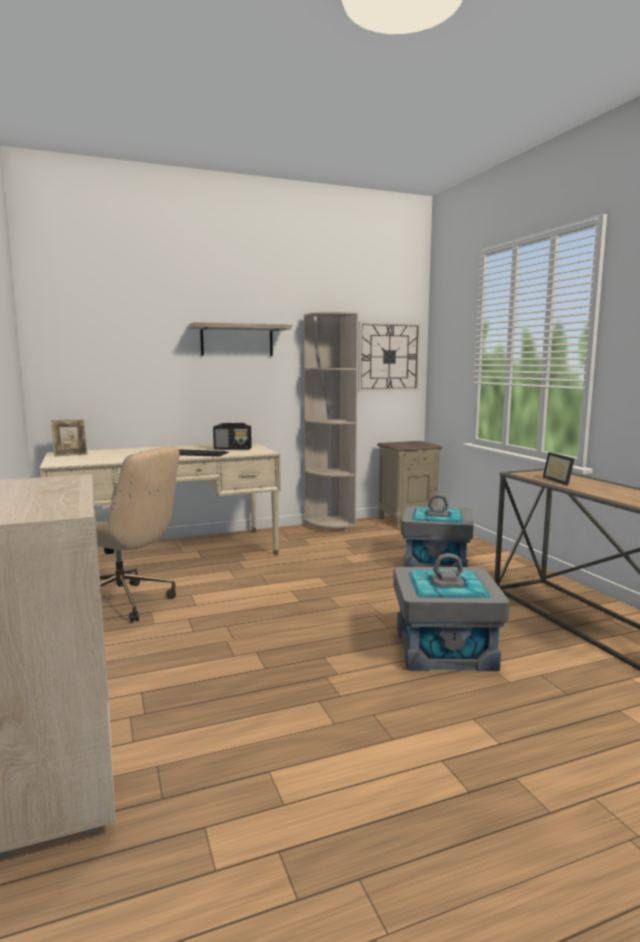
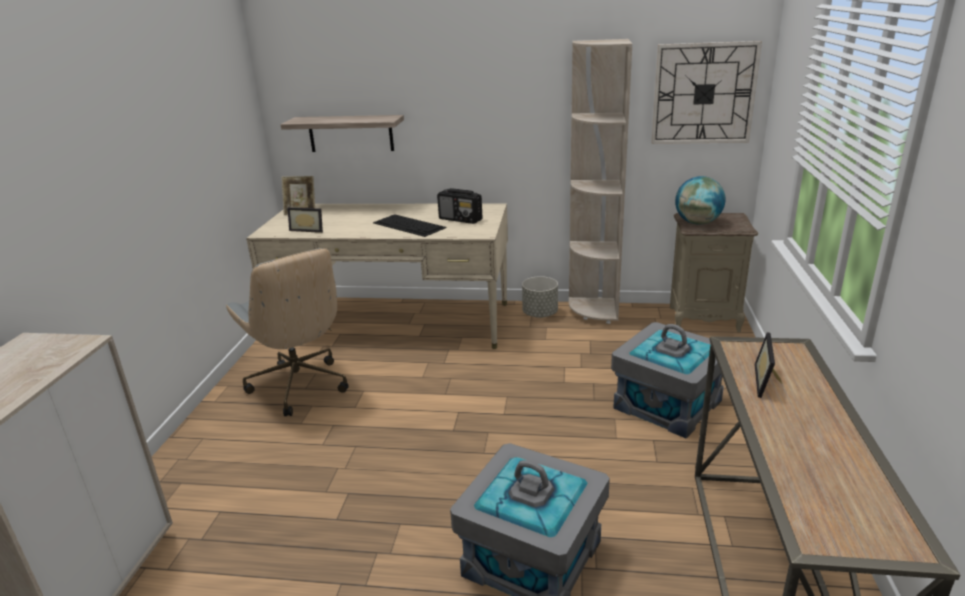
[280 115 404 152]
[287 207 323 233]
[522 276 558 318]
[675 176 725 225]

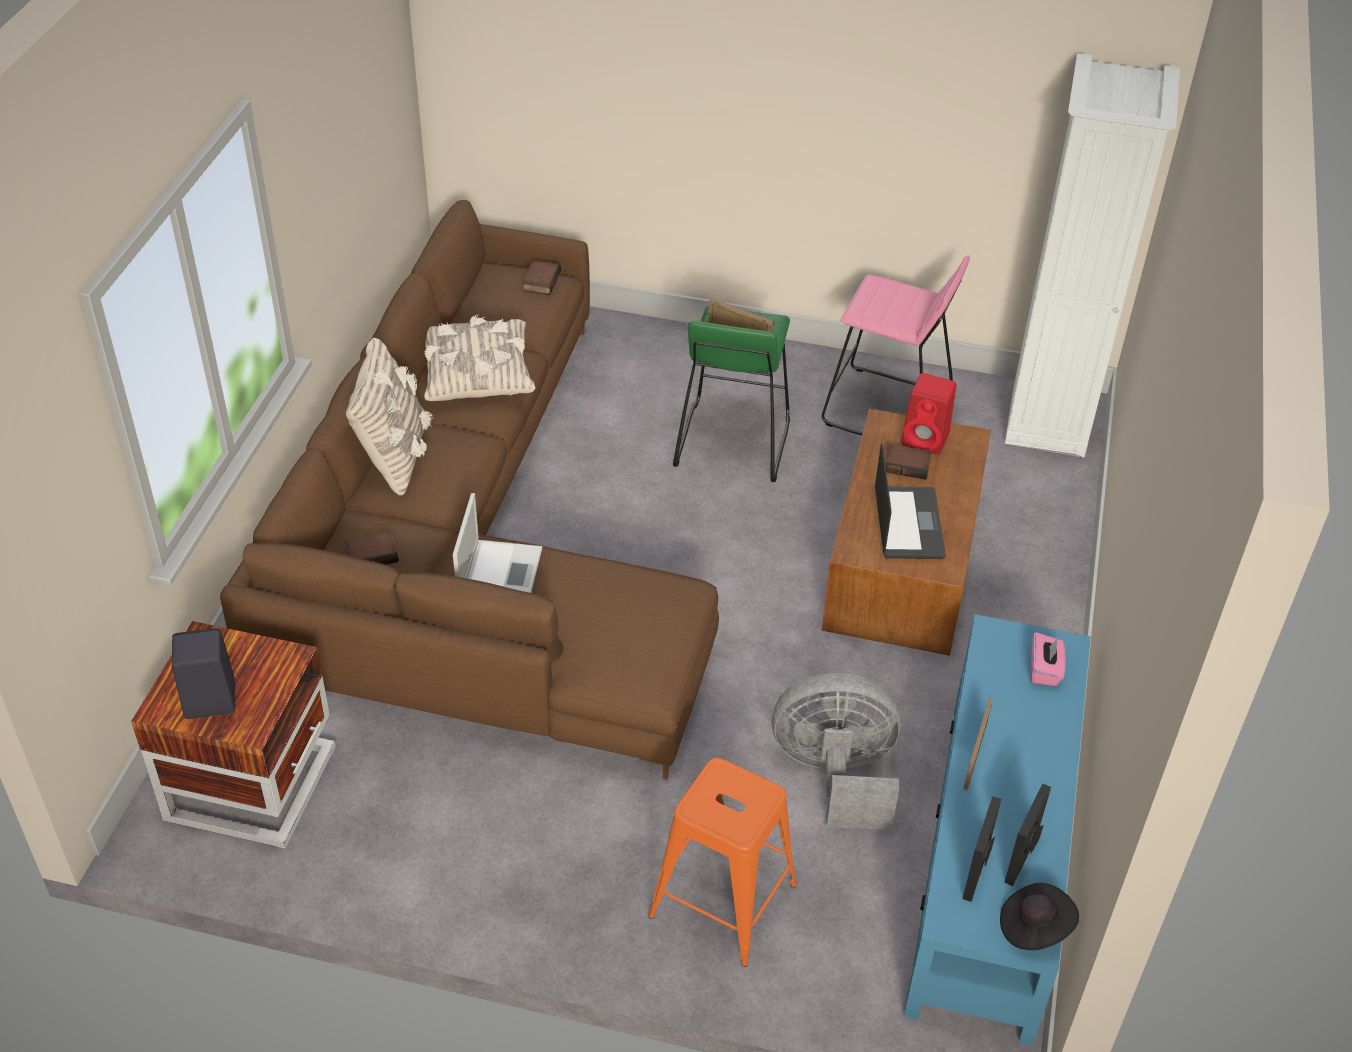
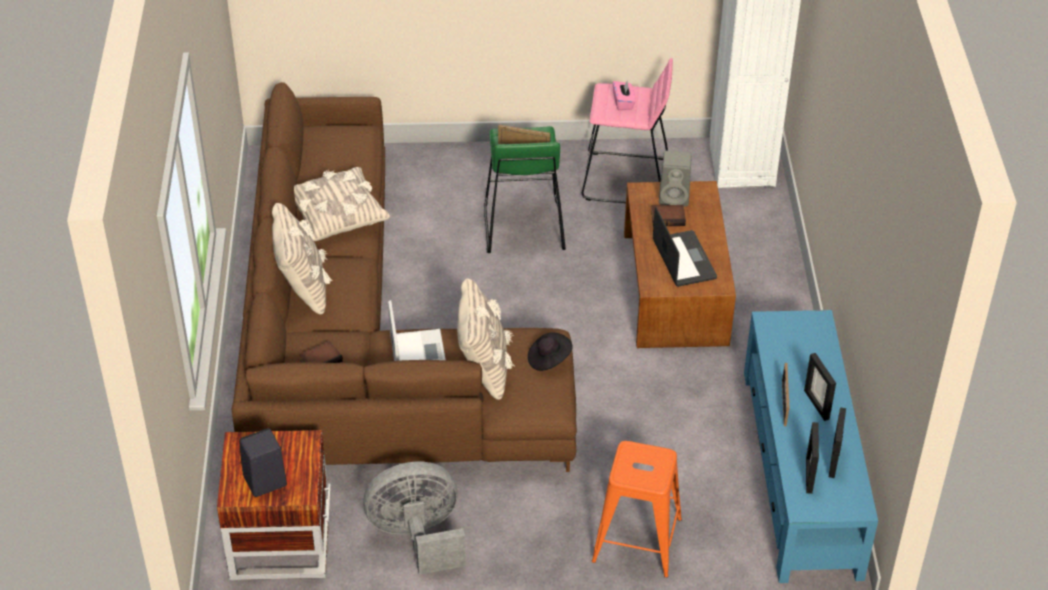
[363 462 466 575]
[457 278 515 400]
[528 332 573 371]
[613 81 636 110]
[659 151 692 207]
[804 353 836 421]
[522 260 561 295] (first image)

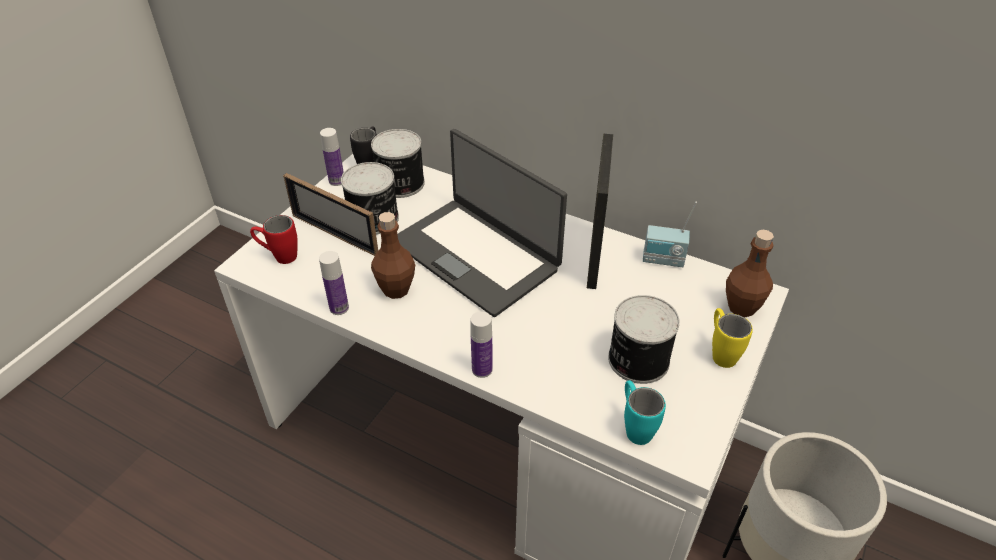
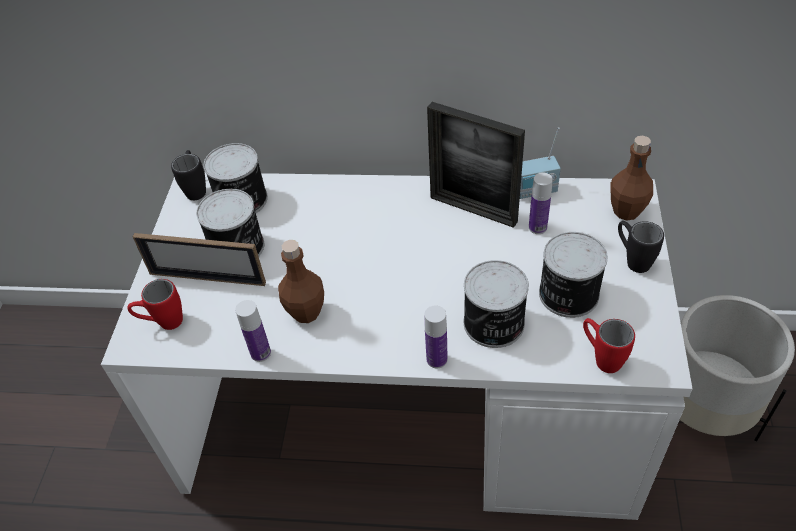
[427 102 525 228]
[464 260 529 348]
[529 173 553 234]
[583 318 635 373]
[618 221 664 273]
[397 129 567 317] (first image)

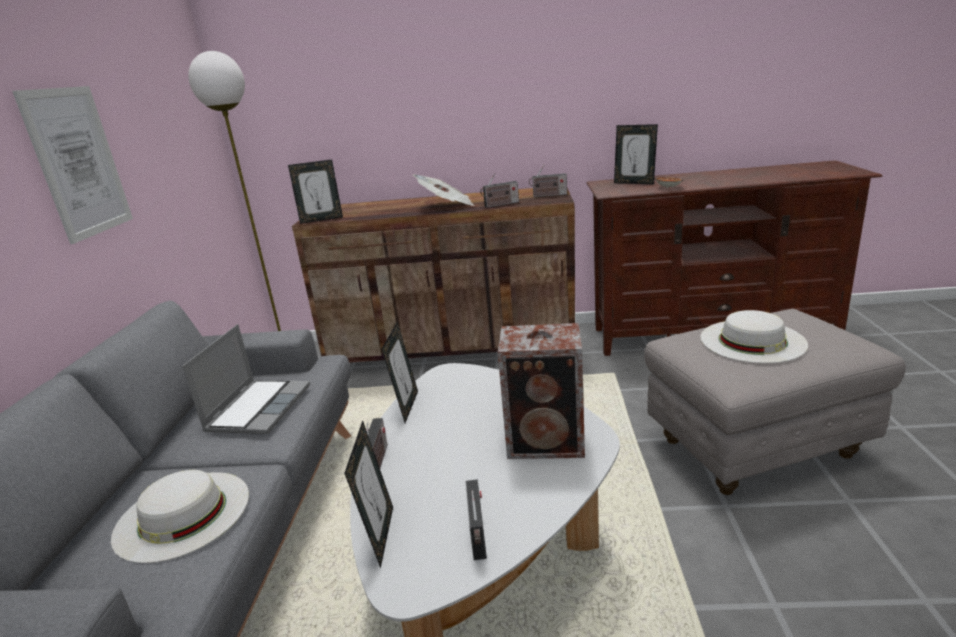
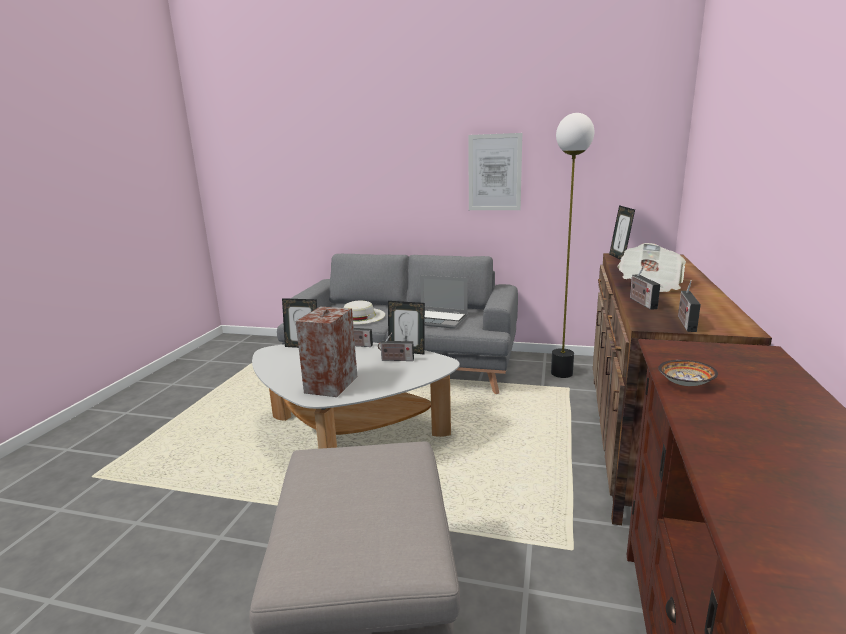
[378 332 414 361]
[614 124 658 185] (first image)
[700 310 808 363] (first image)

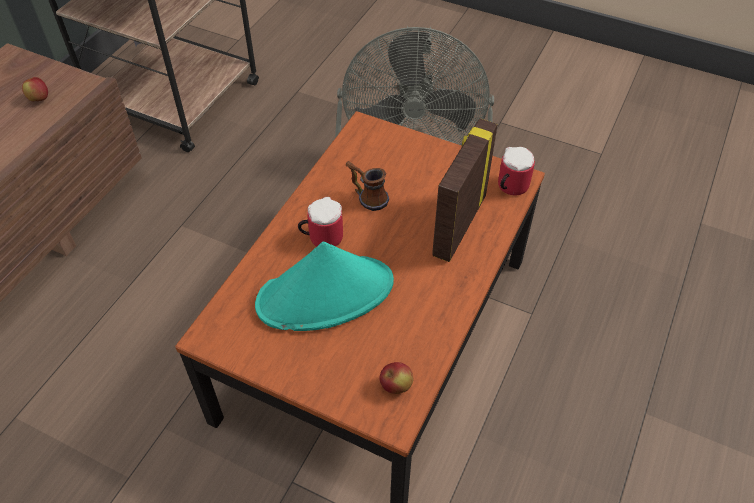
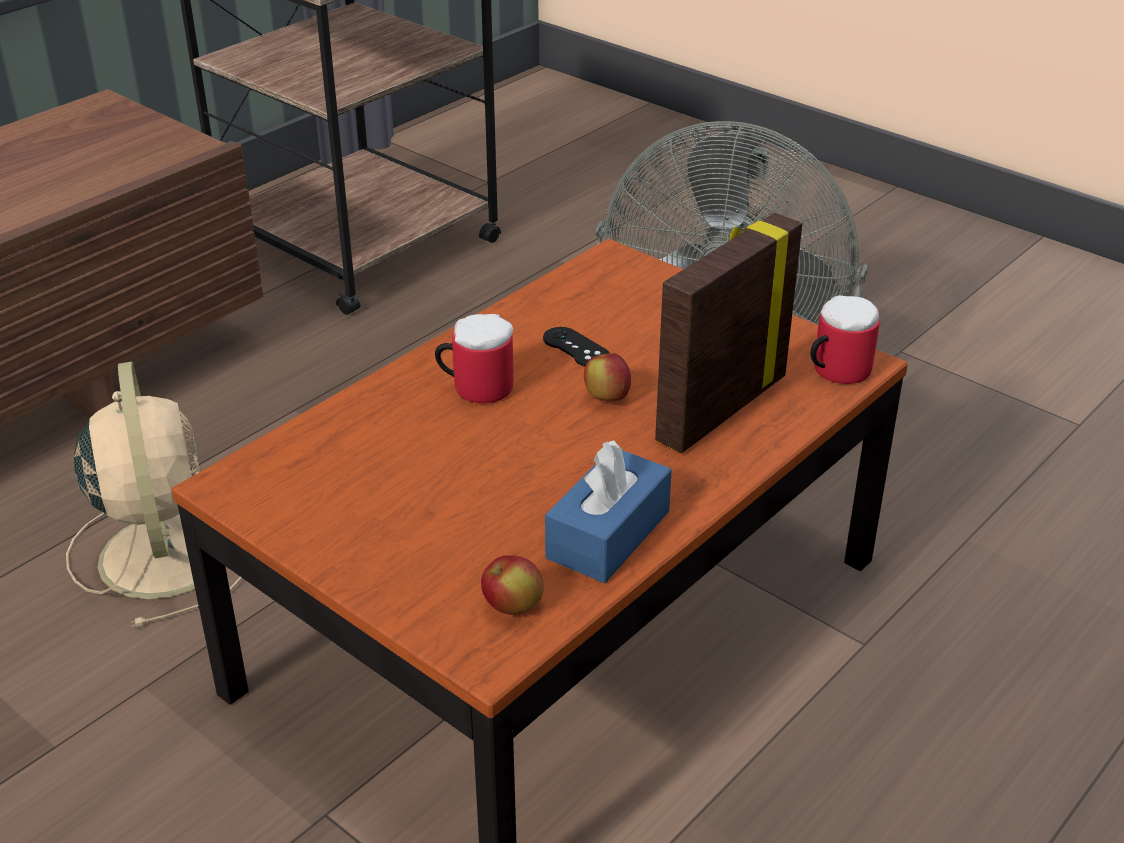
[66 362 243 628]
[543 327 610 367]
[545 440 672 583]
[584 353 631 401]
[255 242 394 331] (first image)

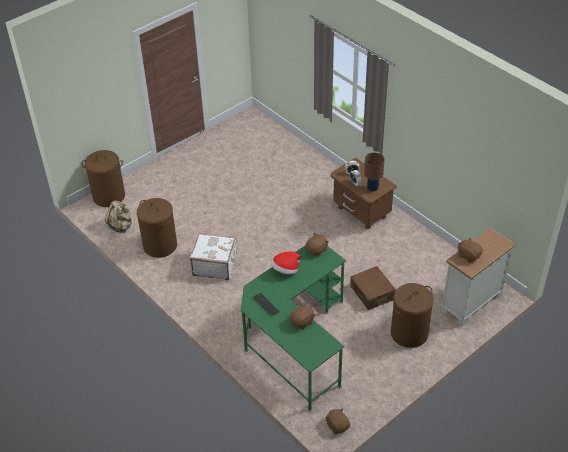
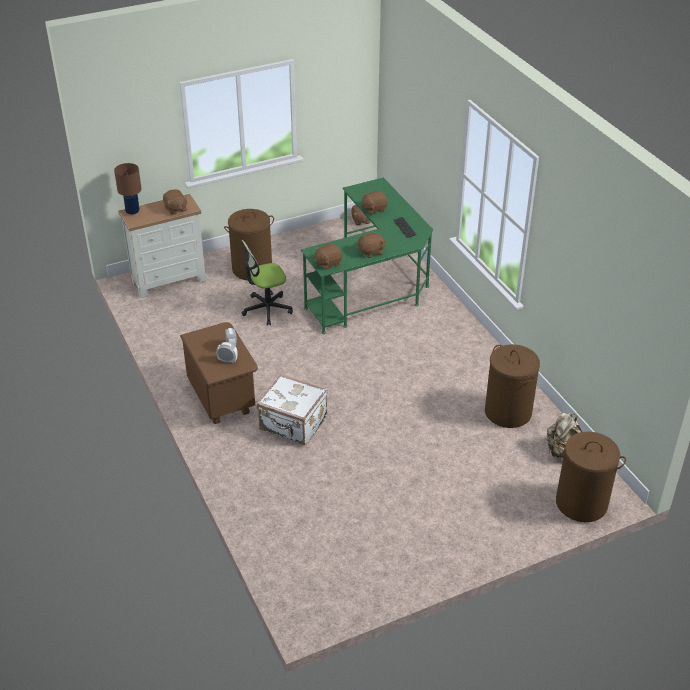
[114 163 142 214]
[242 240 293 325]
[257 374 327 445]
[358 231 386 258]

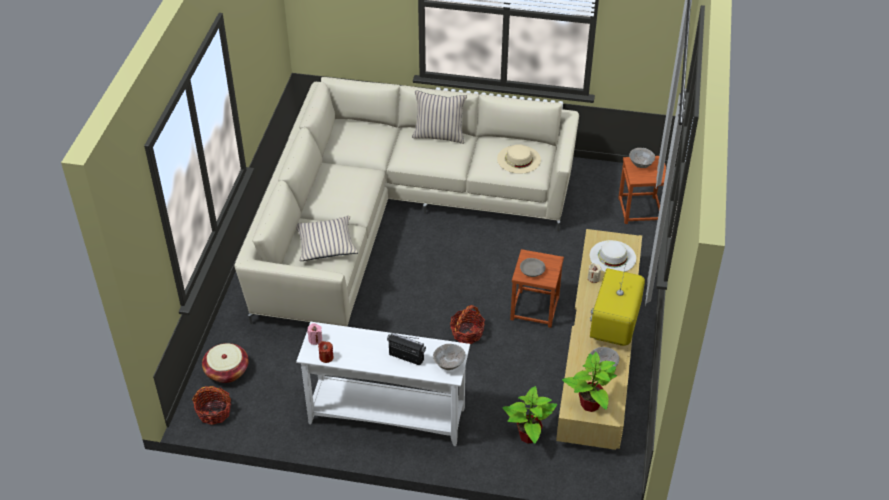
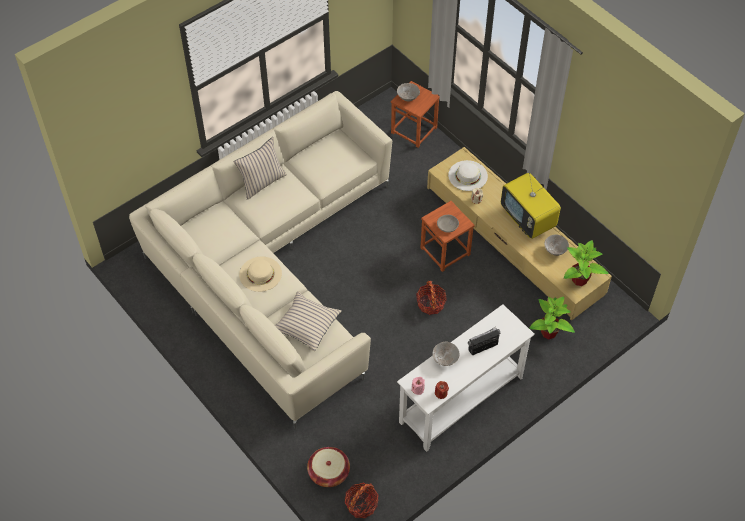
[239 256 282 292]
[433 342 460 366]

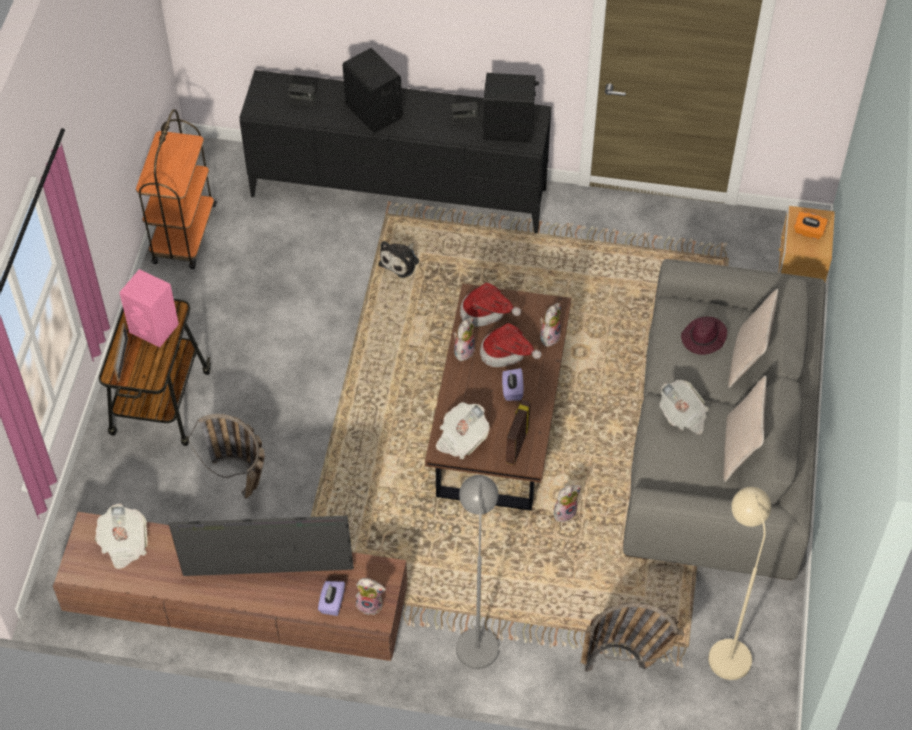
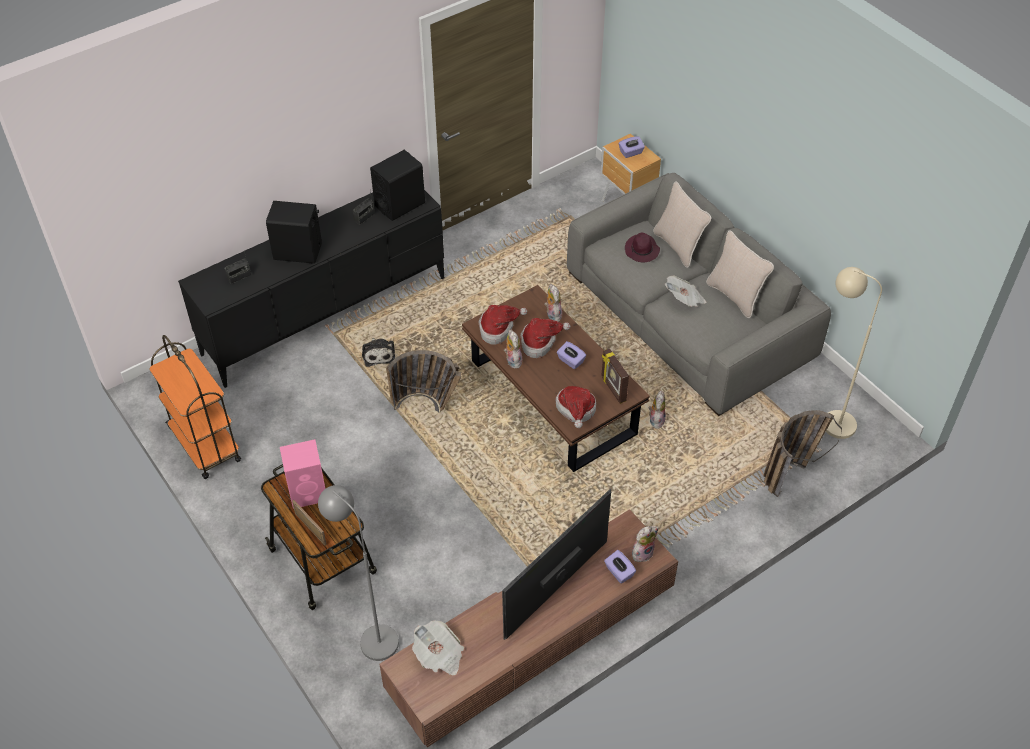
[318 485 399 661]
[386 350 461 412]
[556 386 596 428]
[619 136 645 158]

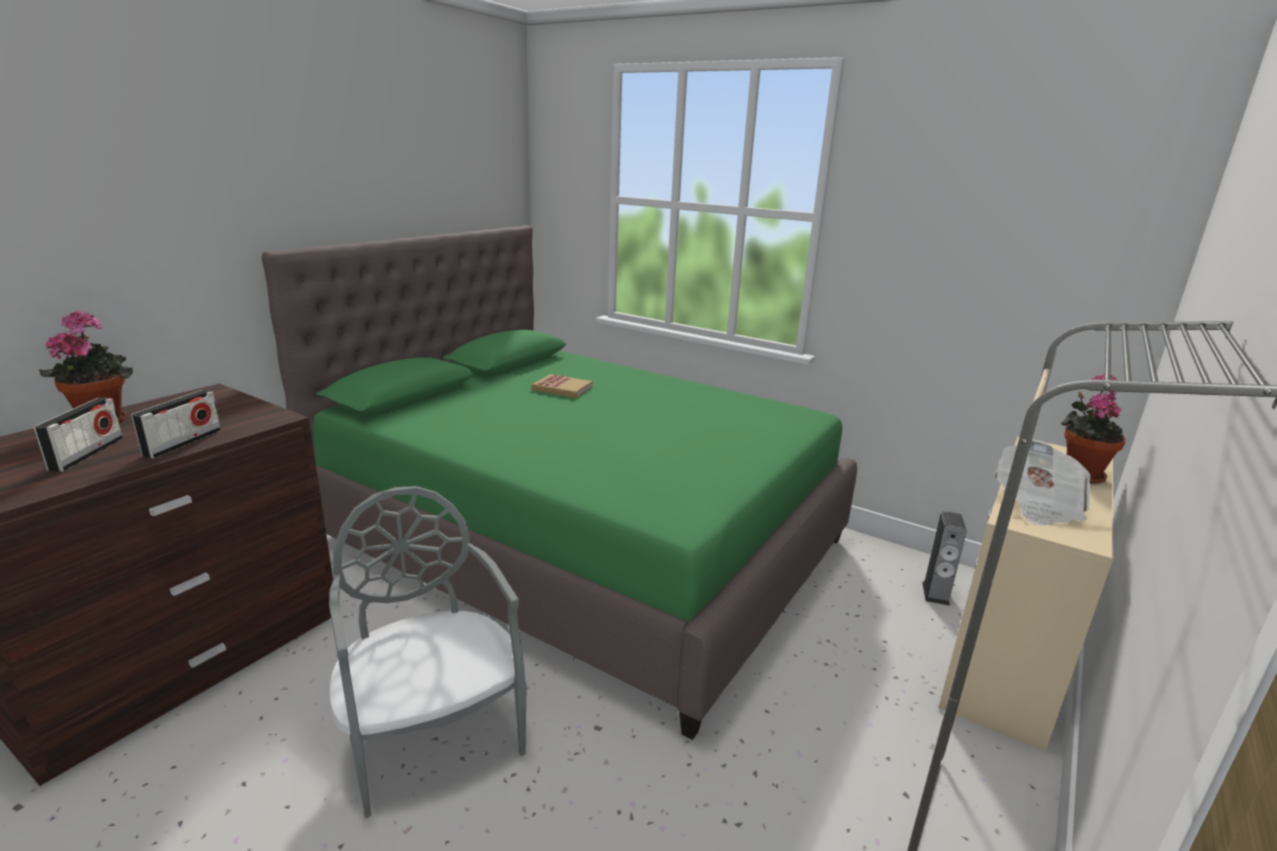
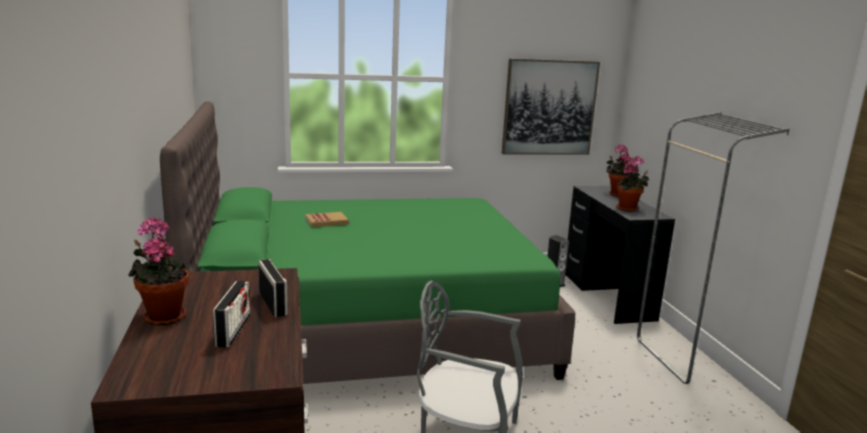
[213 281 250 348]
[502 59 600 155]
[565 186 675 324]
[616 156 649 212]

